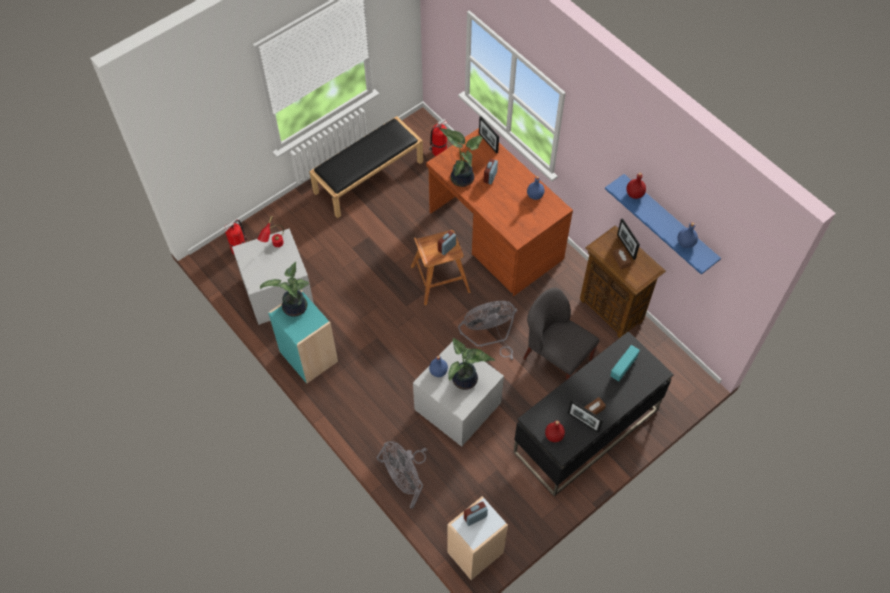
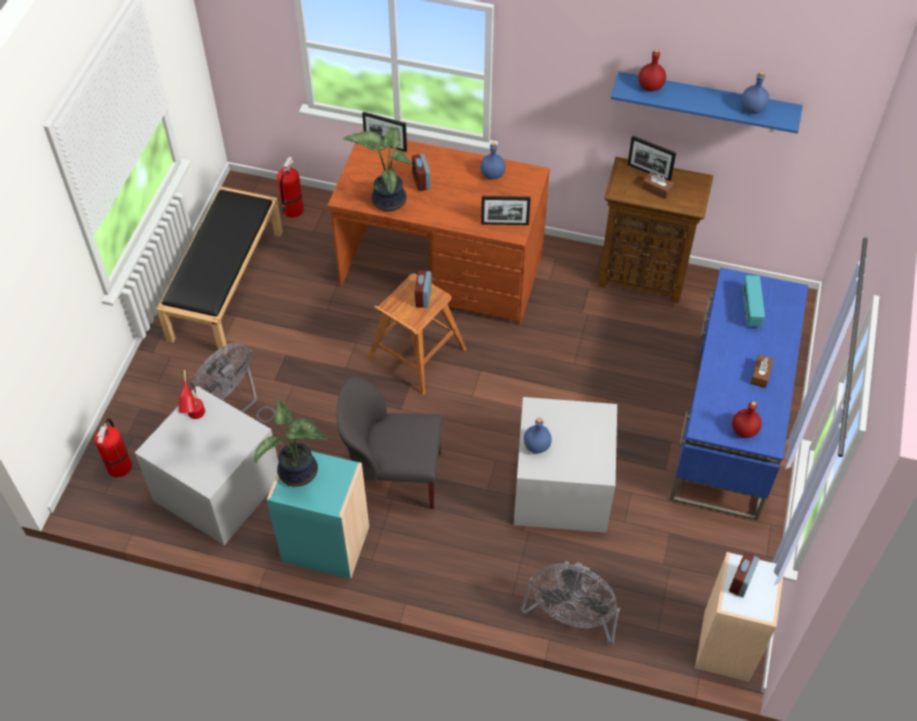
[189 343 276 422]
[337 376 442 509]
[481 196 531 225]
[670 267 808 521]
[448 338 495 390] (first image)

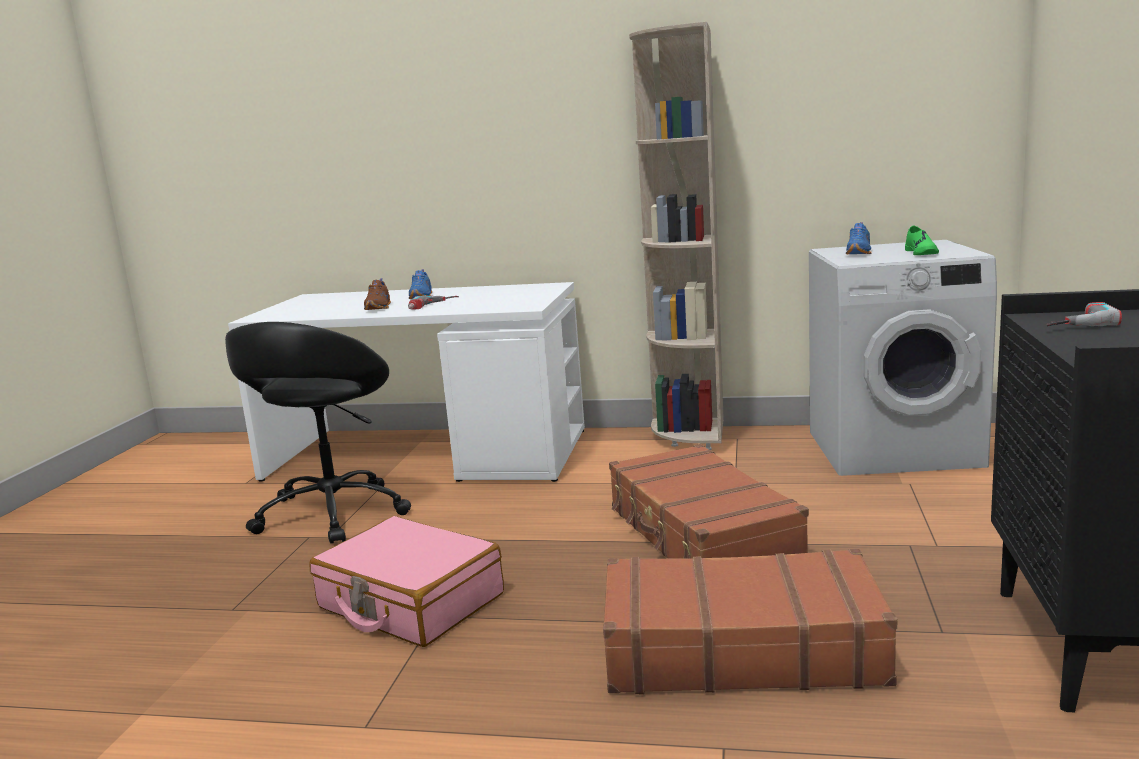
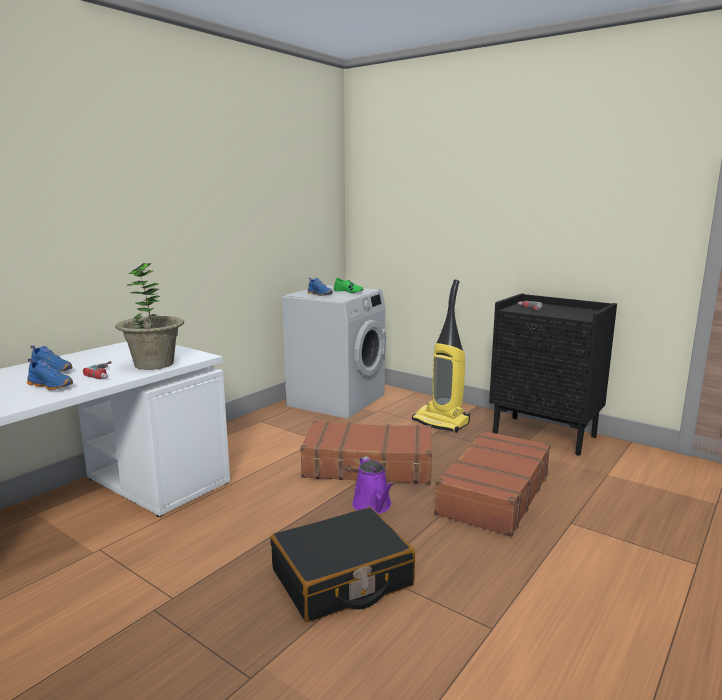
[27 359 73 390]
[115 263 184 370]
[270 507 415 622]
[352 456 394 514]
[412 280 470 433]
[225 322 411 544] (first image)
[629 22 724 450] (first image)

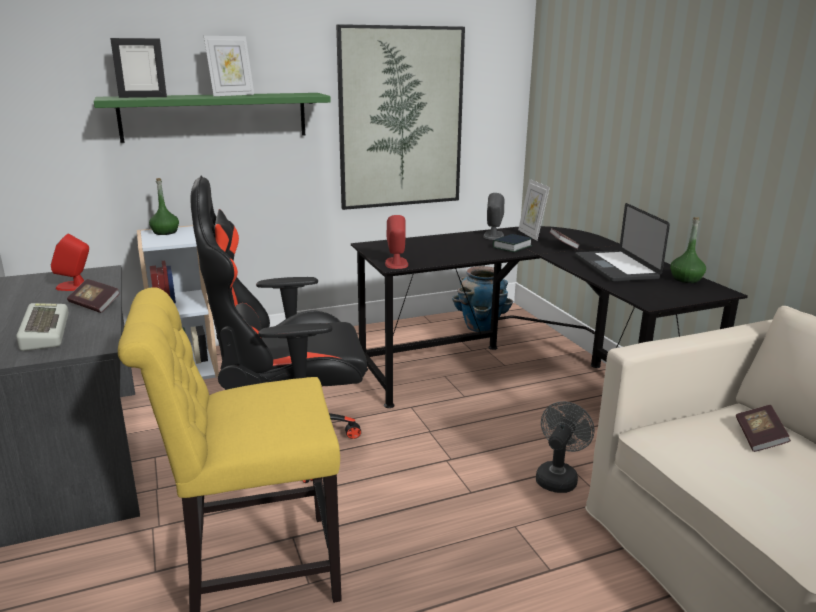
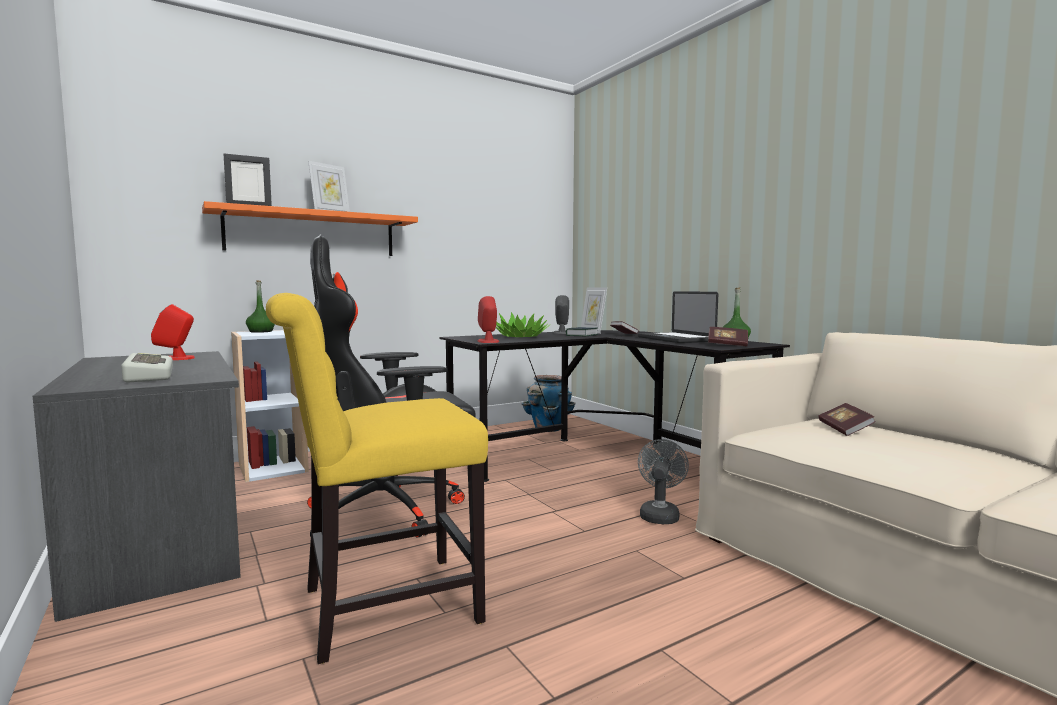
[202 201 418 256]
[496 312 550 337]
[708 327 748 346]
[336 24 465 210] (first image)

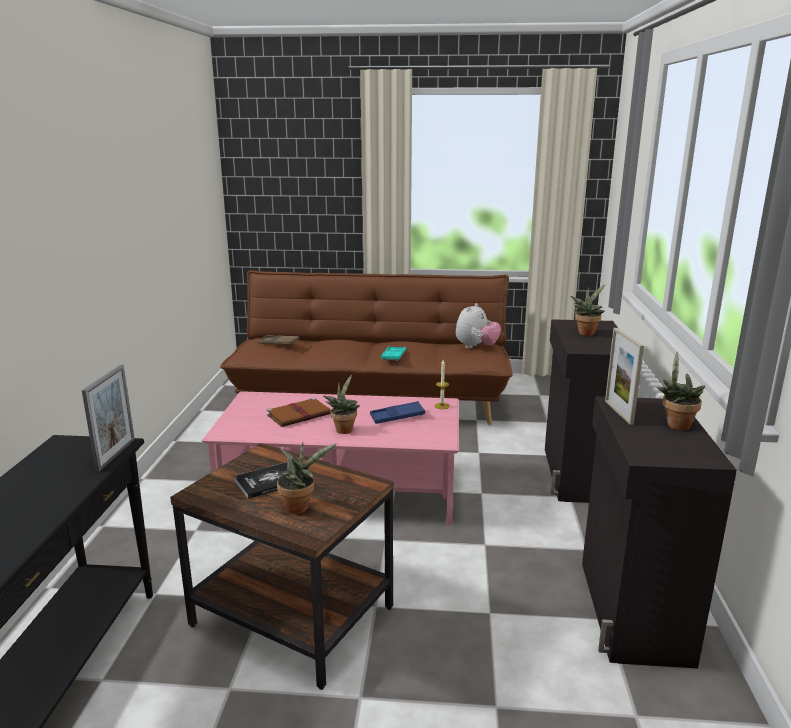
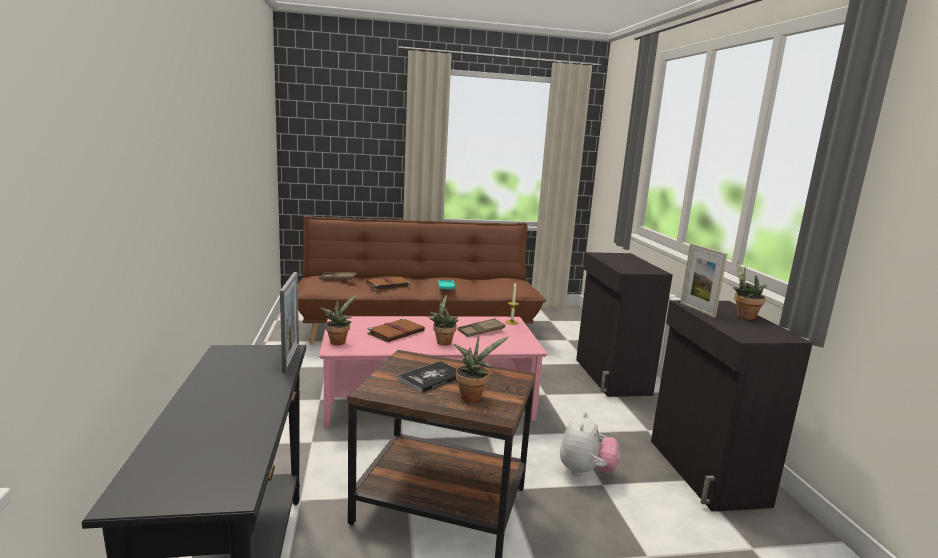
[320 295 357 345]
[366 277 411 290]
[458 318 505 337]
[560 412 619 476]

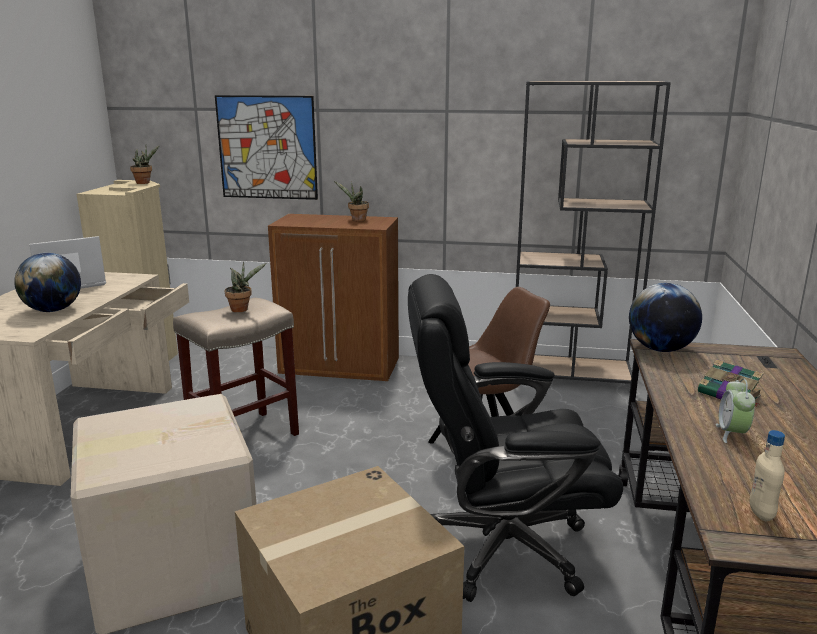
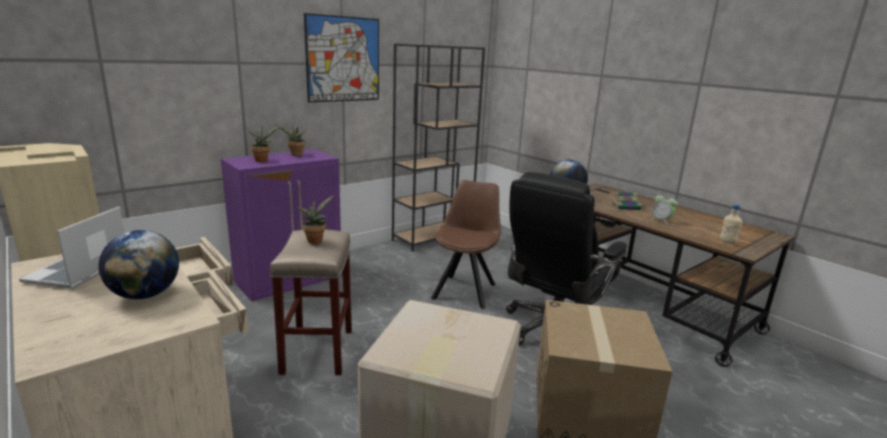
[221 149 342 302]
[249 126 280 162]
[304 13 379 102]

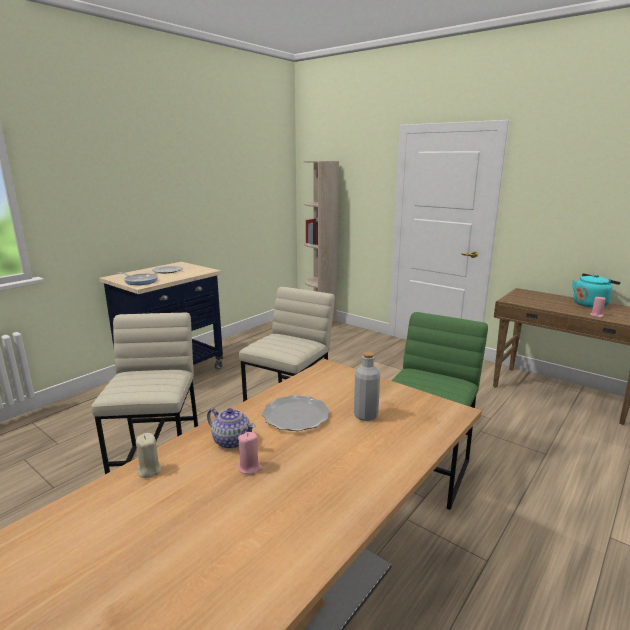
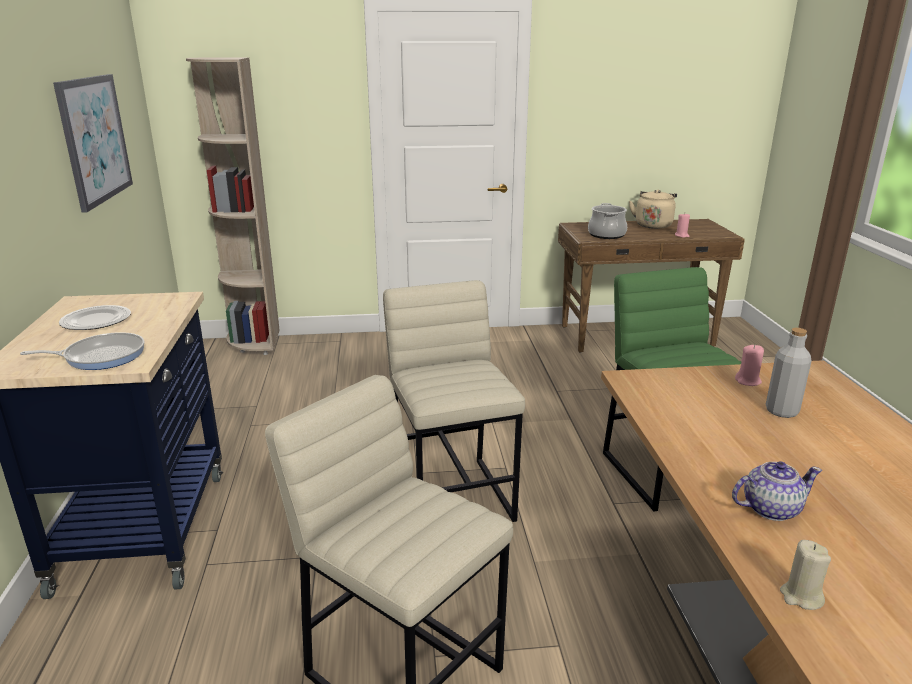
[53 74 133 213]
[588 203 627 239]
[629 190 677 229]
[735 345 764 386]
[262 395 330 431] (first image)

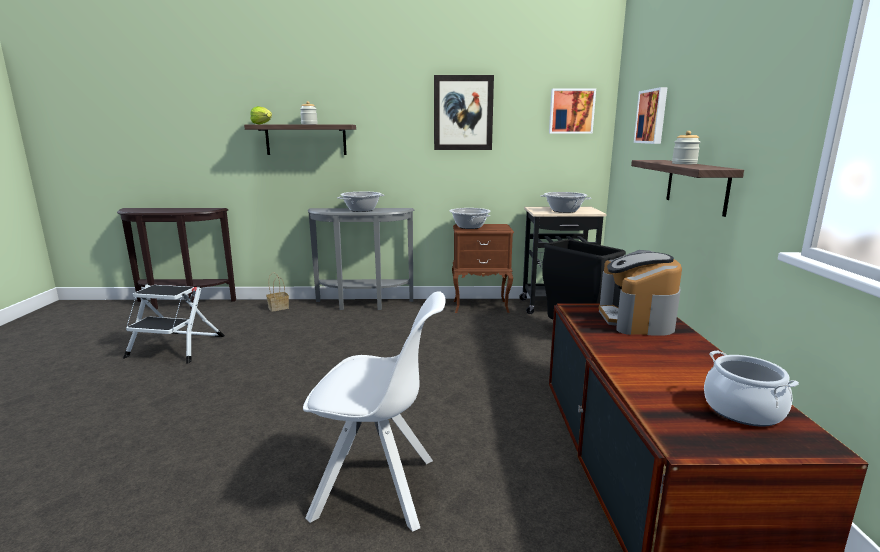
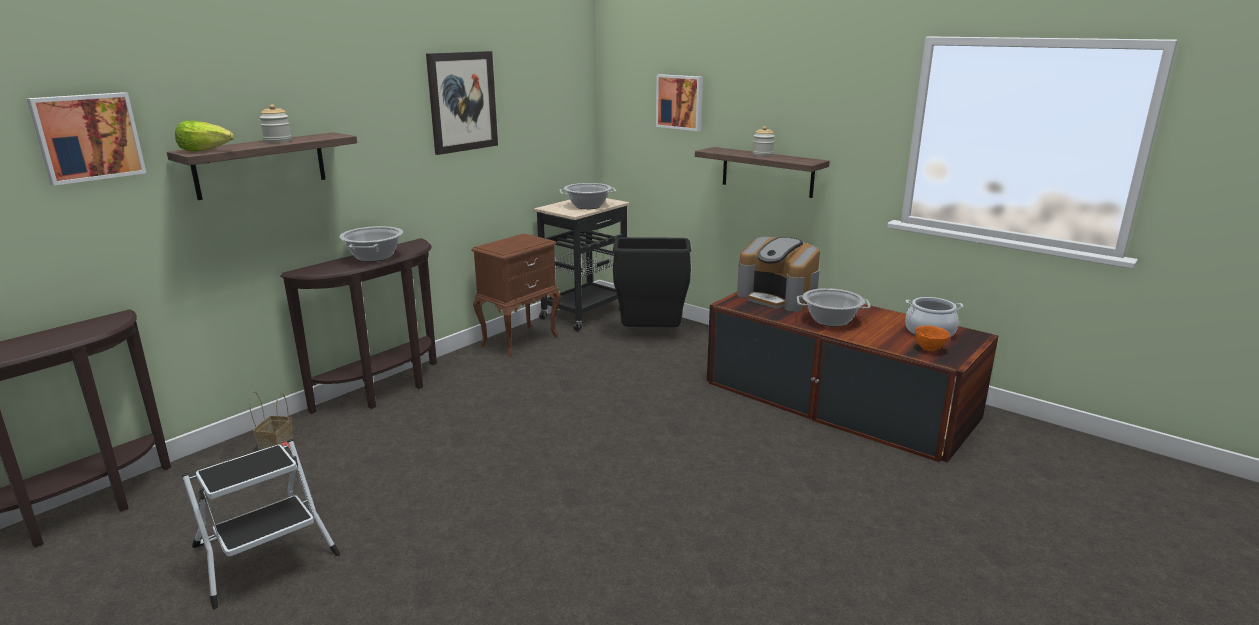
[27 92 146 186]
[280 238 437 414]
[797 288 871 327]
[915 326 950 351]
[303 291 445 532] (first image)

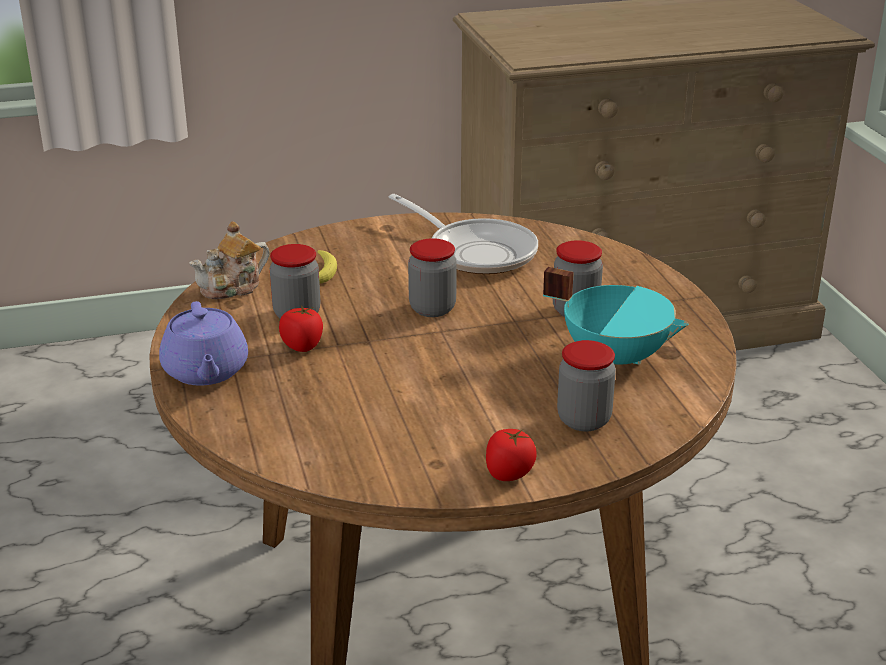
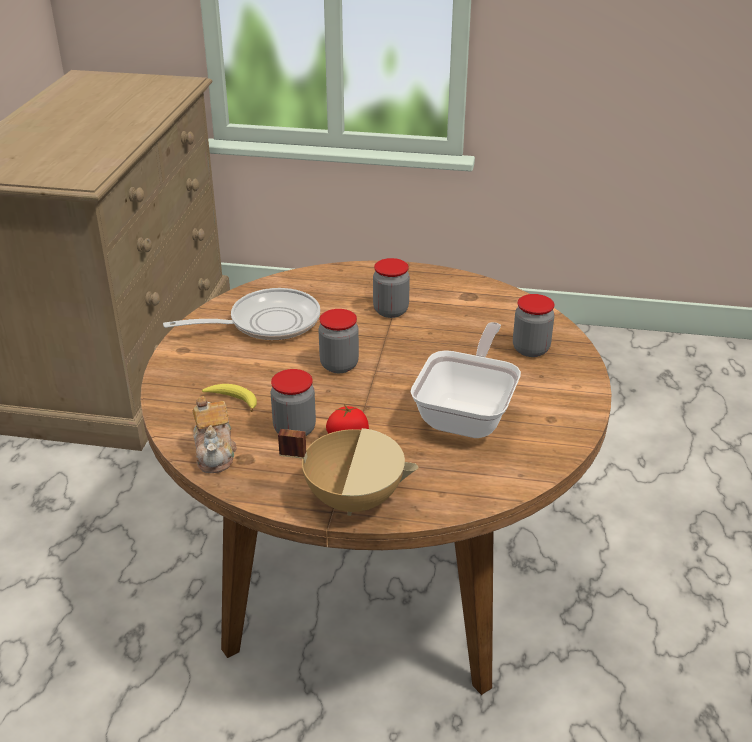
[278 428 419 516]
[411 322 521 438]
[486 429 537 481] (first image)
[543 267 689 365] (first image)

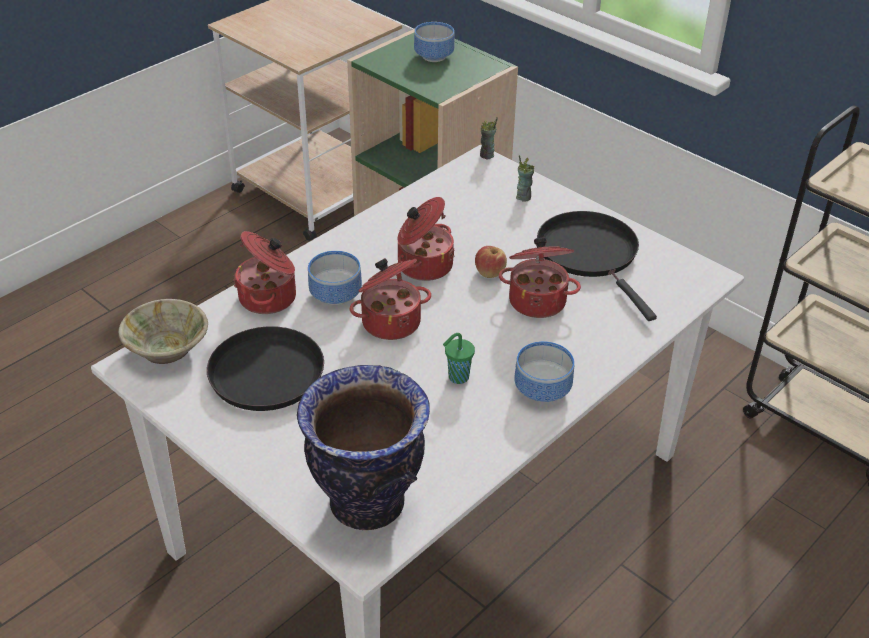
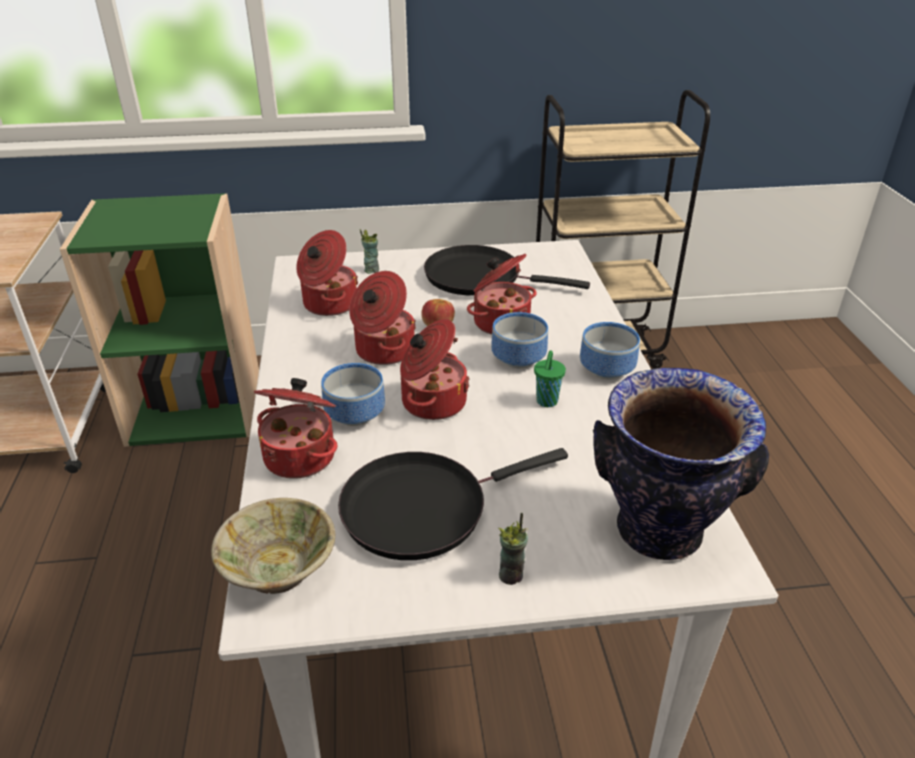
[296 230 358 316]
[491 312 548 368]
[498 512 528 585]

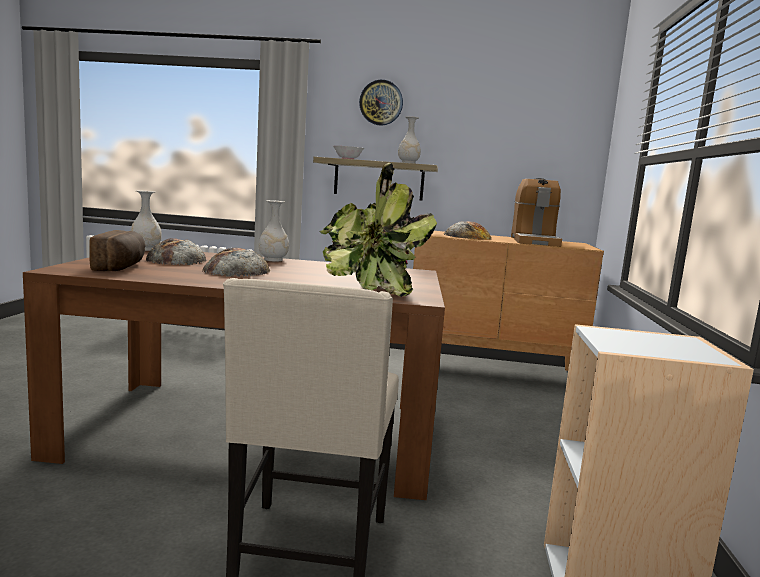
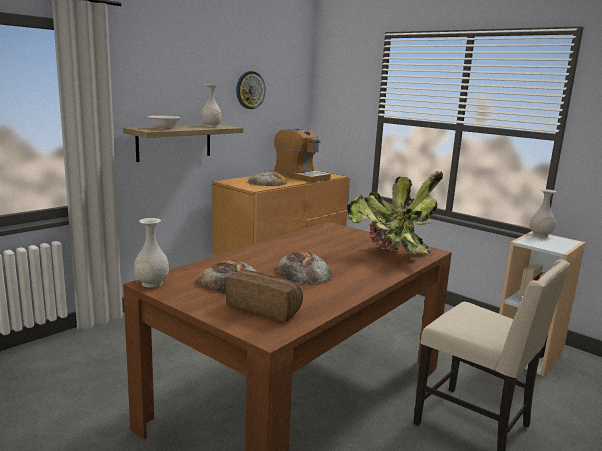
[236 71 266 109]
[530 189 556 238]

